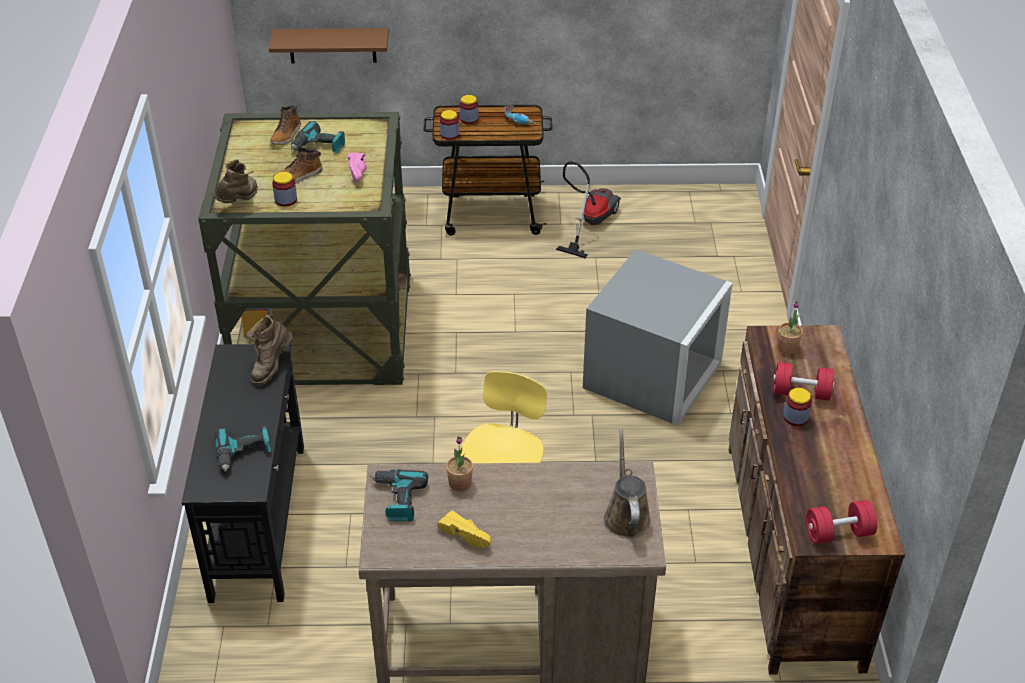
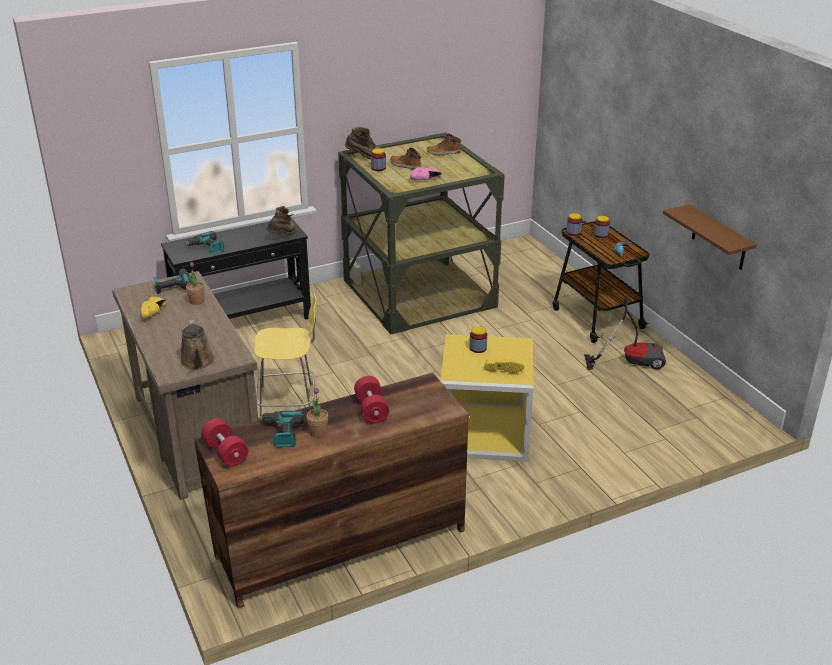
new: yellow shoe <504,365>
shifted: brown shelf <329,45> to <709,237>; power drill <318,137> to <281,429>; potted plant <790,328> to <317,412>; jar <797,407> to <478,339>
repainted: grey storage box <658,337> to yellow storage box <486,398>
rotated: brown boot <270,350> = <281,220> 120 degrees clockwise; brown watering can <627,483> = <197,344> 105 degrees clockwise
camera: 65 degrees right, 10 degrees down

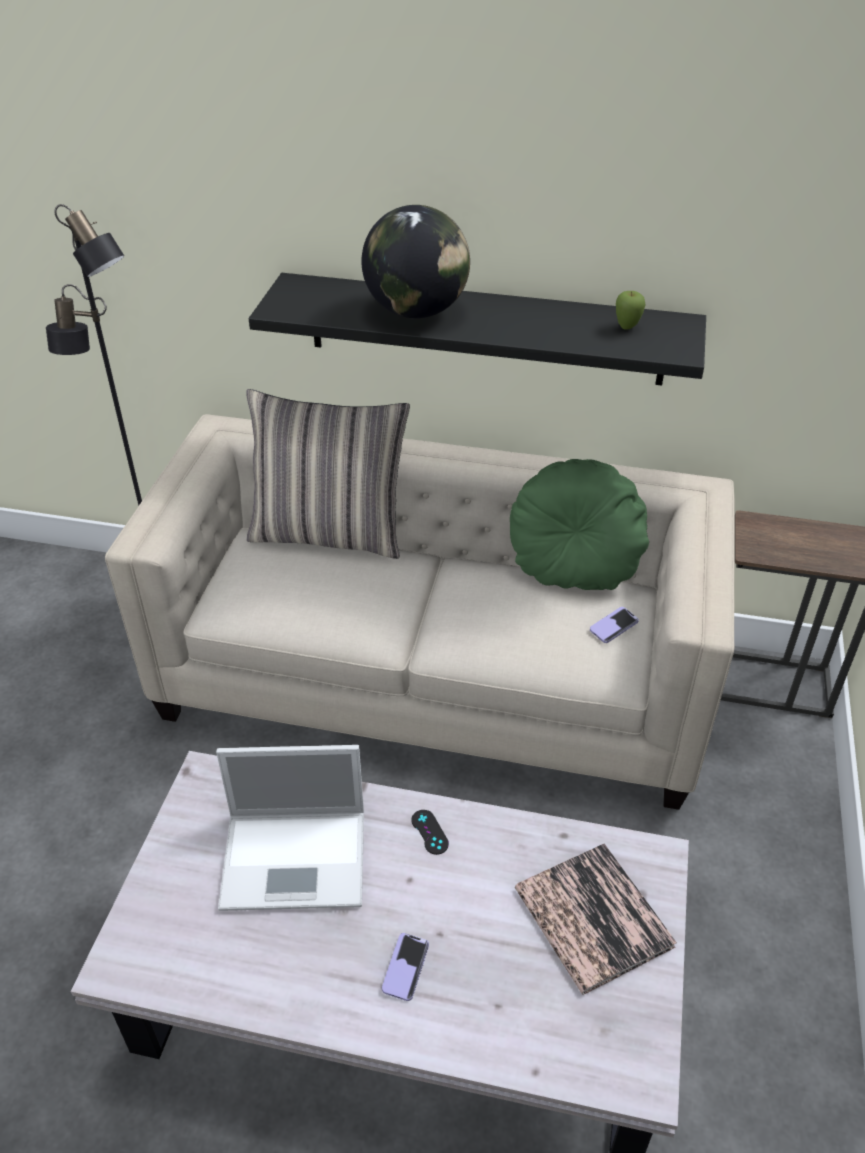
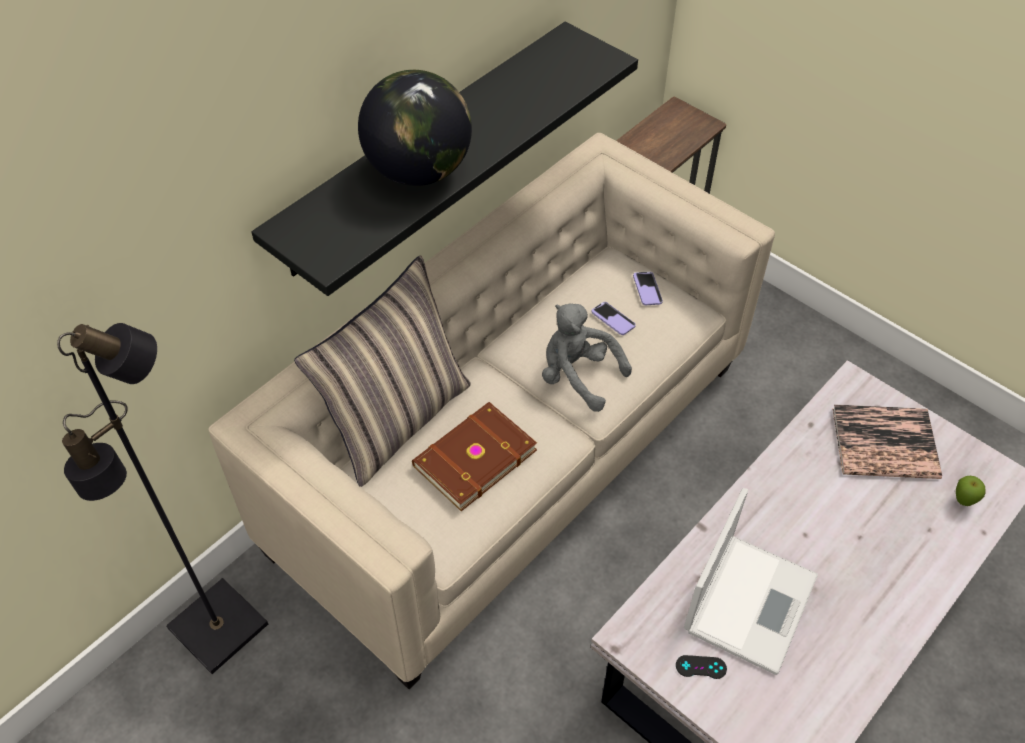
gone: green pillow <579,524>
new: brown book <474,456>; grey plush toy <587,358>
shifted: phone <405,967> to <613,318>; black game controller <430,832> to <701,667>; apple <630,310> to <970,491>
camera: 60 degrees left, 10 degrees up

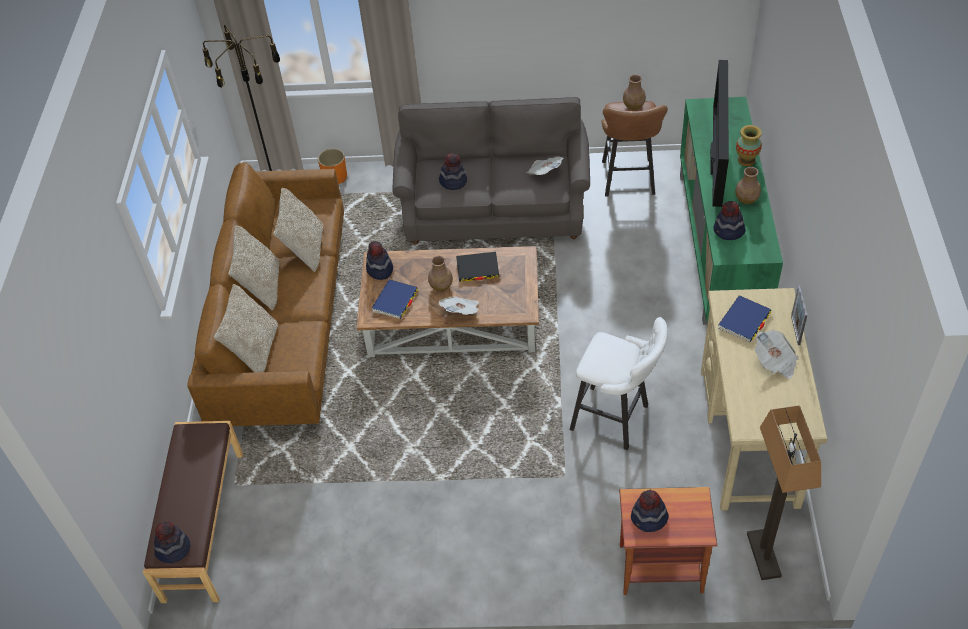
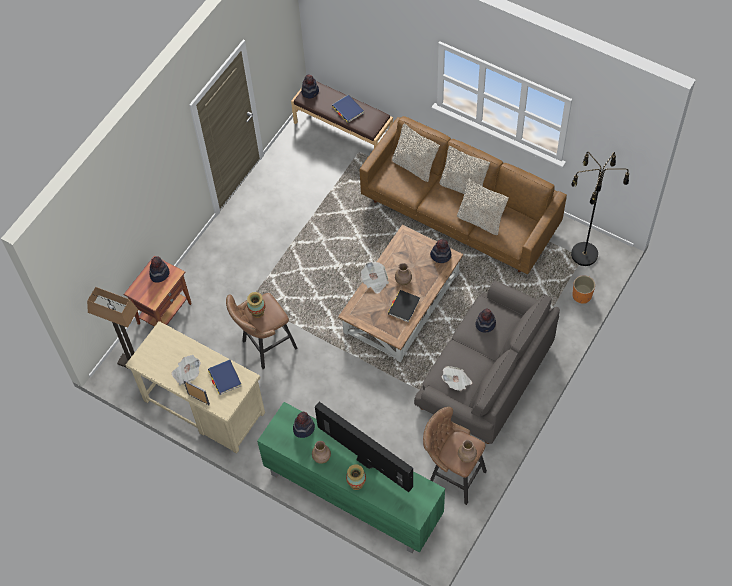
new: vase <256,305>
shifted: blue book <395,299> to <348,109>
repainted: white stool <619,383> to brown stool <262,331>
camera: 120 degrees right, 10 degrees up

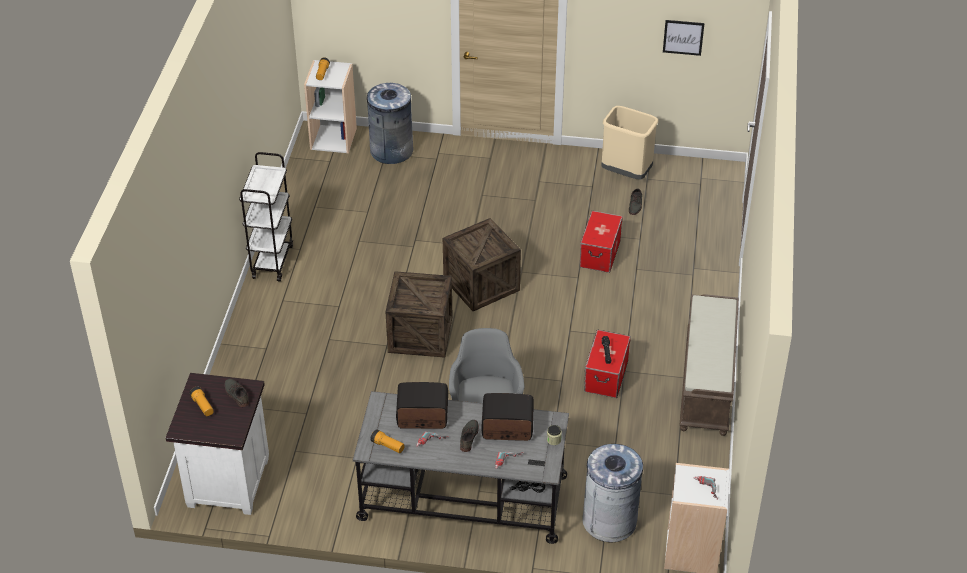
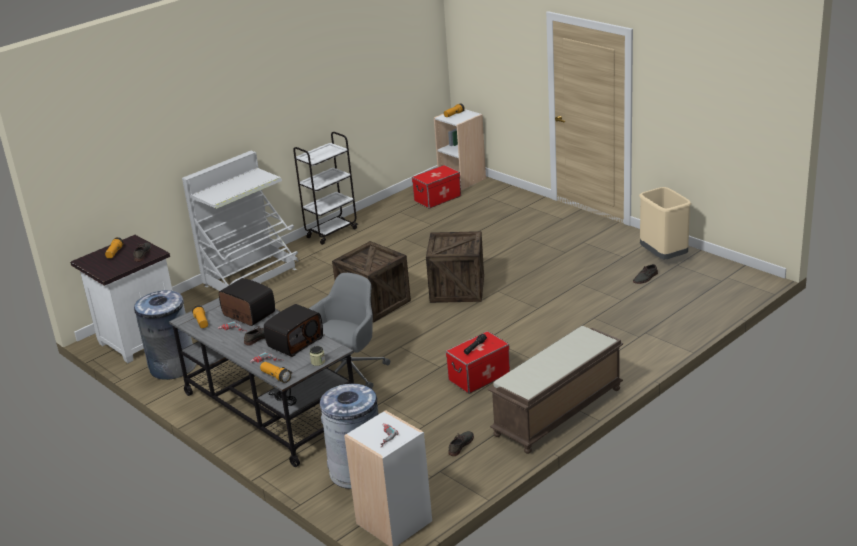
gone: picture <684,38>
new: white shoe rack <240,221>; flashlight <275,372>; grey shoe <461,443>
shifted: grey trash can <390,123> to <165,335>; storage box <601,242> to <436,187>
rotated: radio <507,417> = <293,330> 90 degrees clockwise
camera: 40 degrees right, 15 degrees down

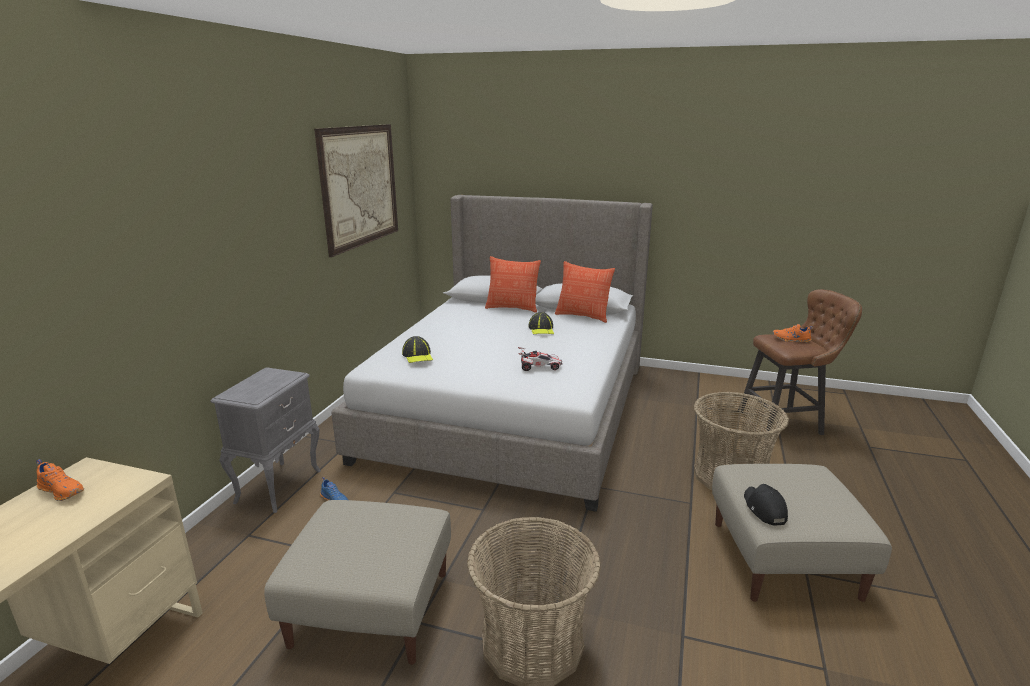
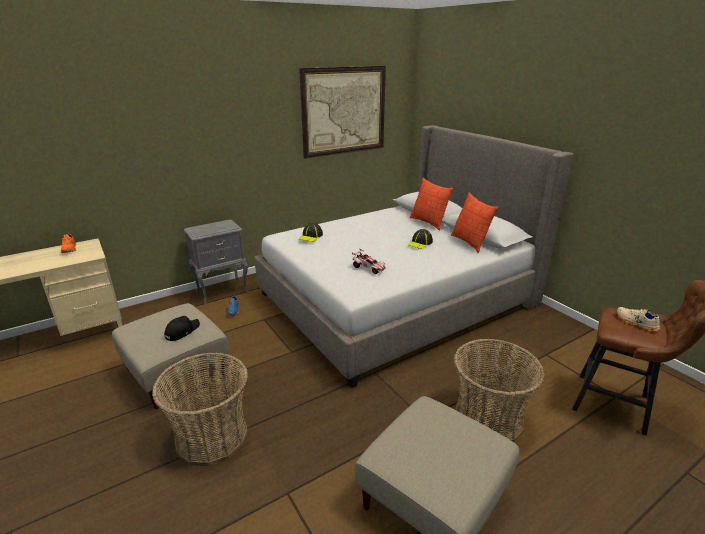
shifted: black cap <766,504> to <182,328>
repainted: orange shoe <793,333> to beige shoe <640,319>
camera: 40 degrees right, 5 degrees up

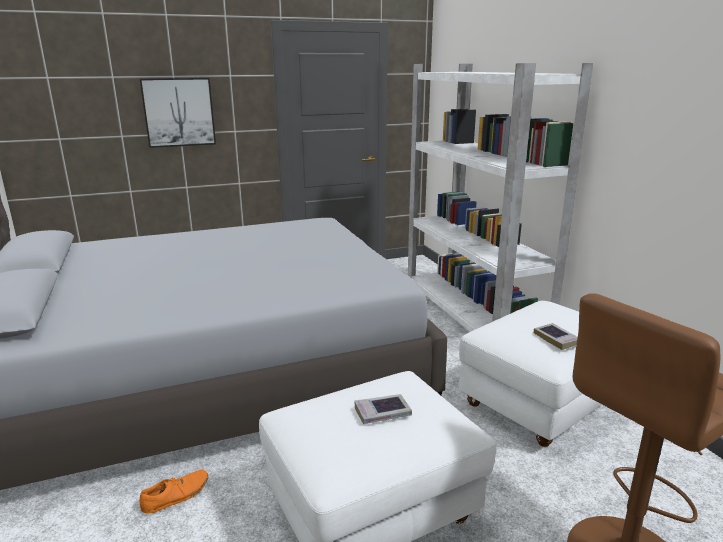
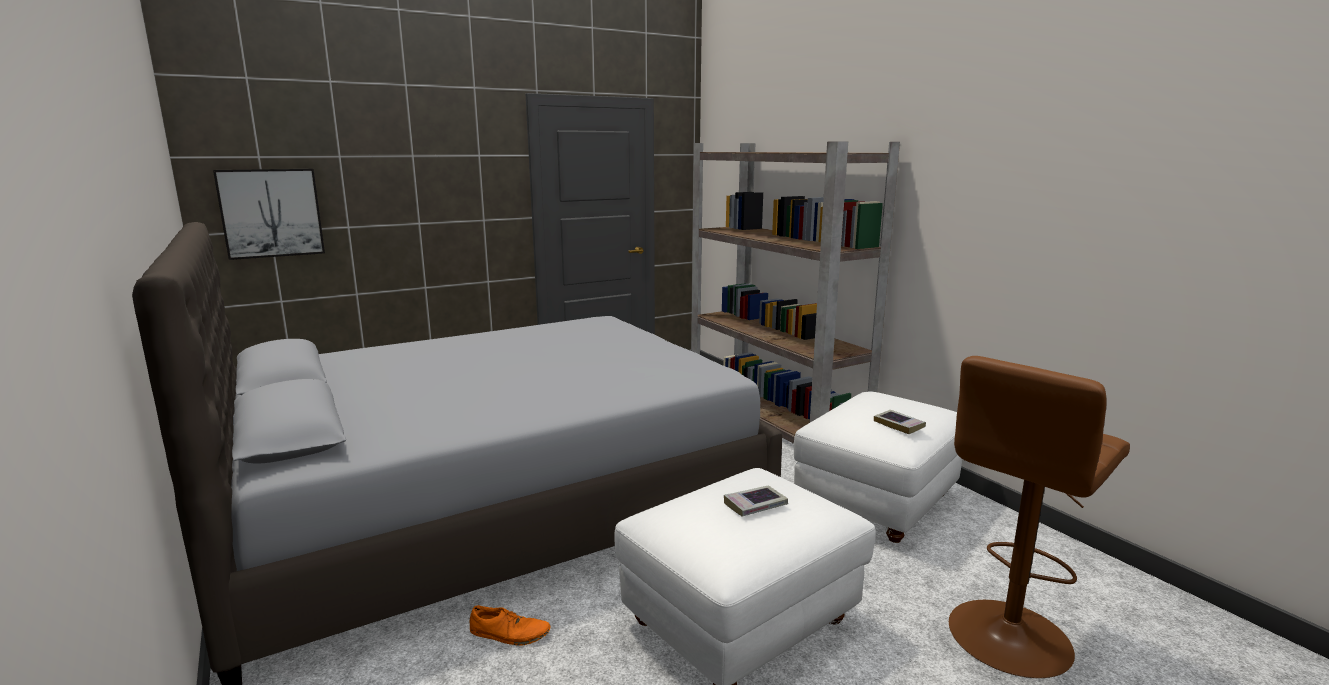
shifted: picture <178,113> to <269,214>
repainted: white bookcase <500,197> to brown bookcase <796,292>
rotated: orange shoe <174,492> = <510,625> 60 degrees clockwise
camera: 10 degrees left, 5 degrees down

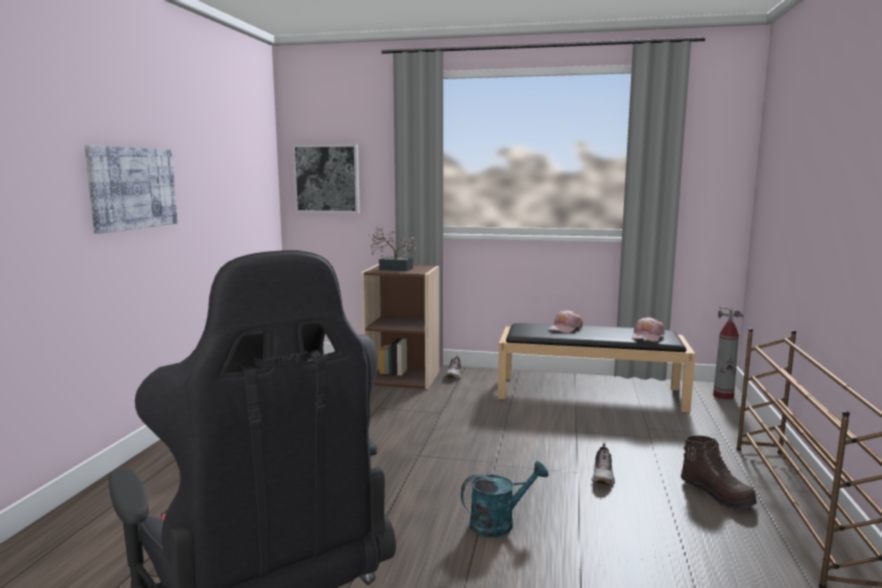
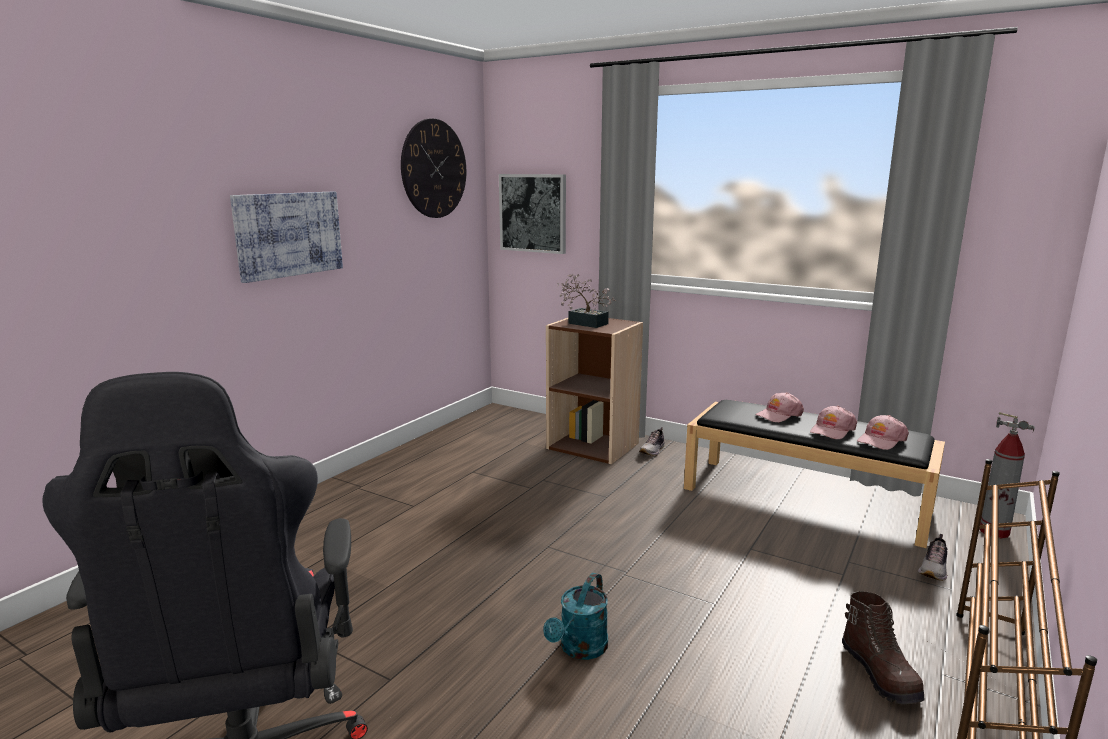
new: wall clock <433,168>; pink cap <833,422>
shifted: shoe <603,464> to <932,557>
rotated: turquoise watering can <505,499> = <575,616> 120 degrees clockwise
camera: 20 degrees right, 5 degrees up

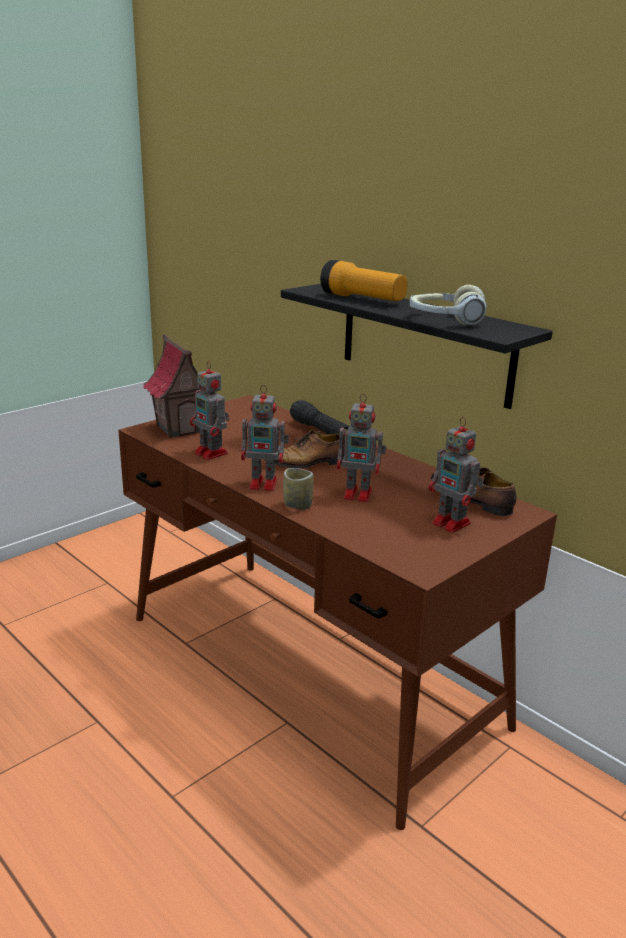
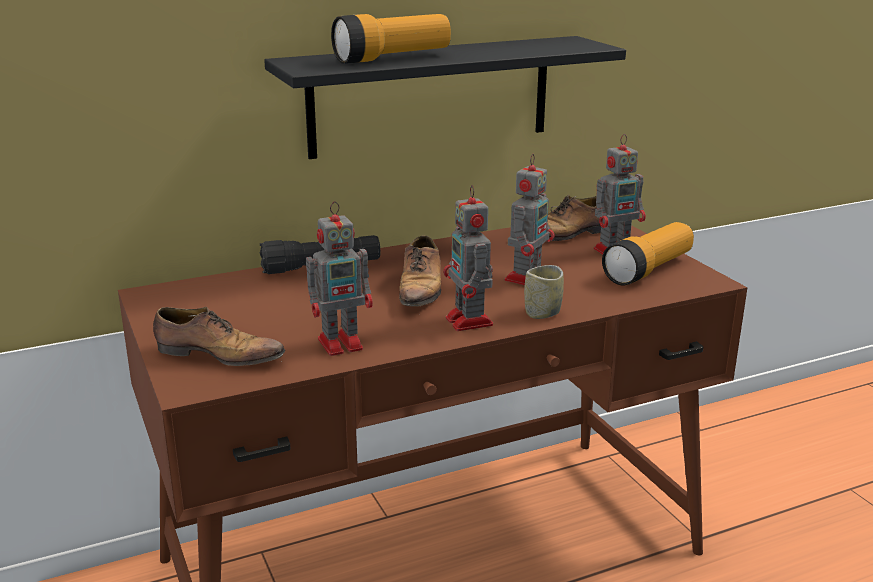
gone: headphones <448,305>
new: flashlight <648,253>
swapped: toy house <171,386> to shoe <219,336>
rotated: toy robot <265,438> = <468,258> 135 degrees clockwise
camera: 70 degrees left, 0 degrees up

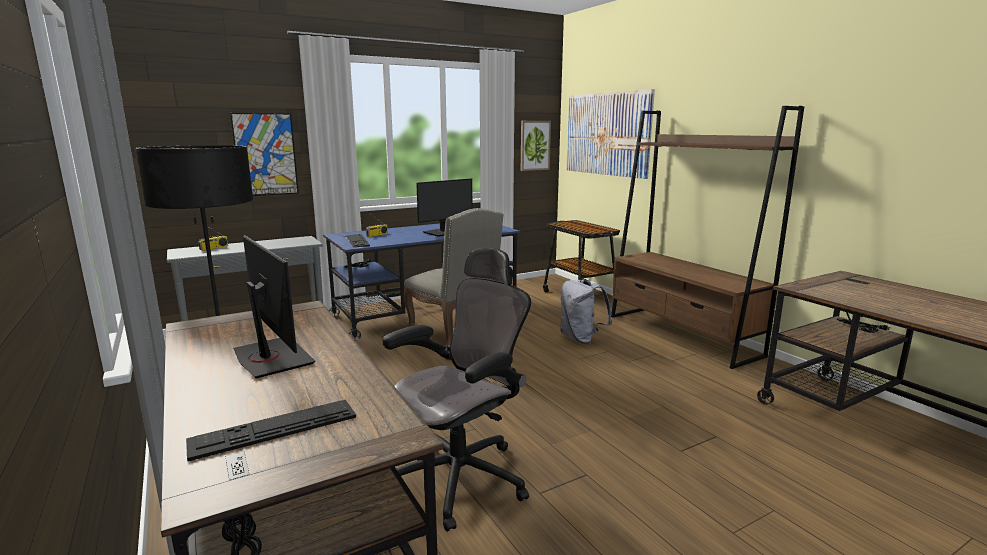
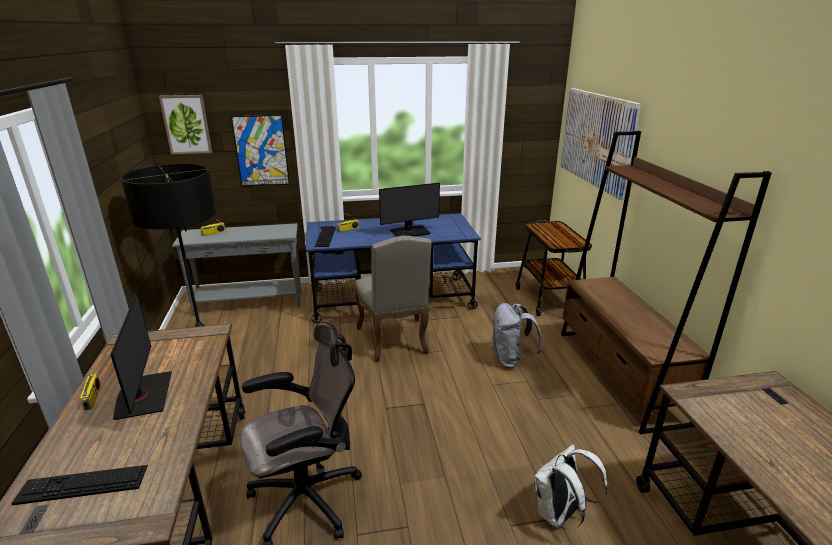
new: radio <88,392>; white backpack <570,487>
shifted: picture <536,146> to <185,124>
camera: 20 degrees right, 10 degrees up

